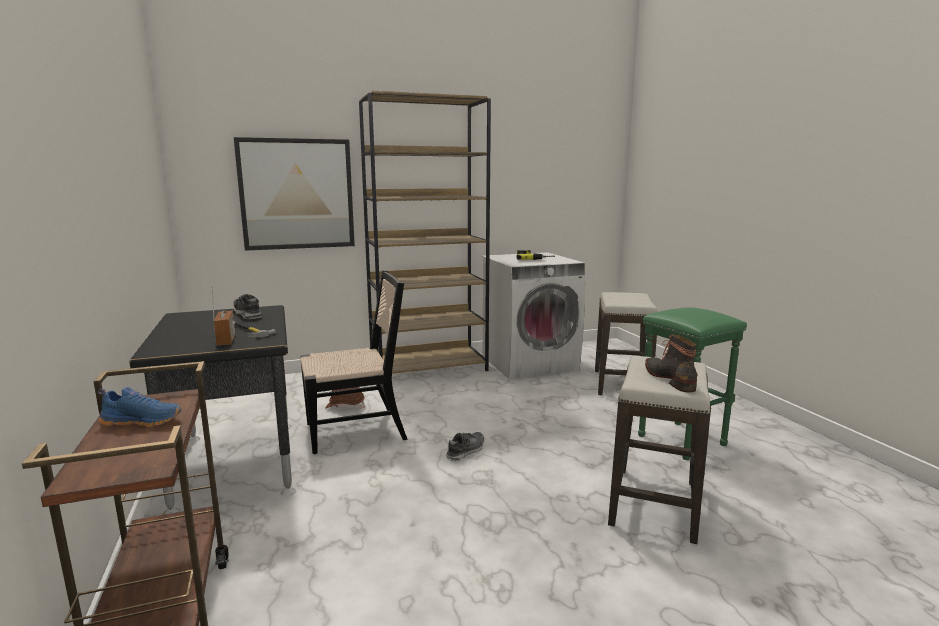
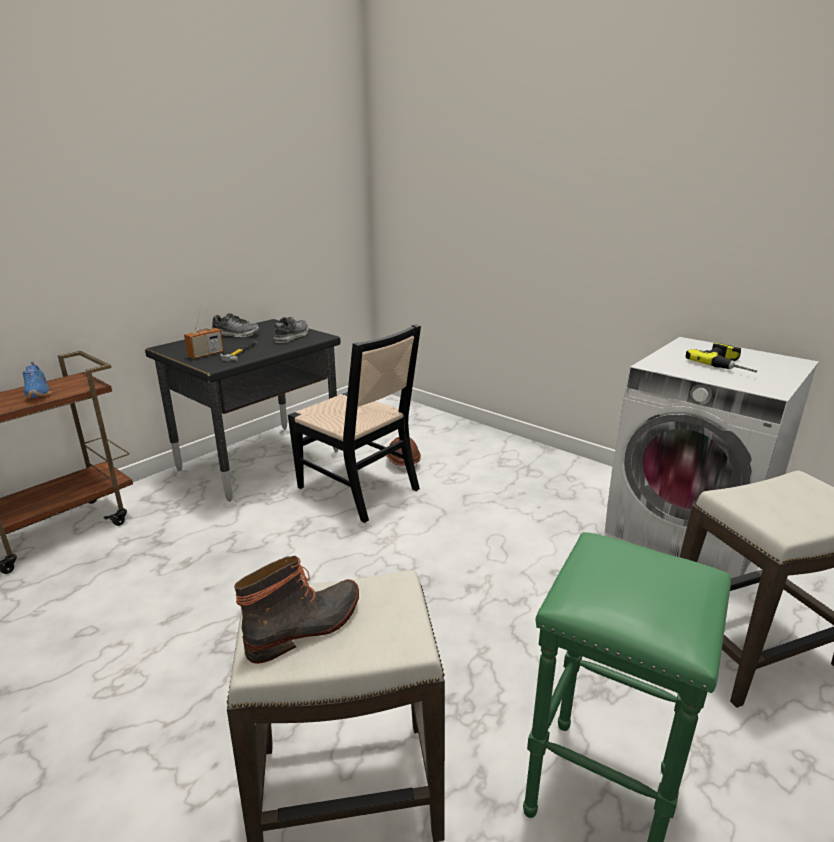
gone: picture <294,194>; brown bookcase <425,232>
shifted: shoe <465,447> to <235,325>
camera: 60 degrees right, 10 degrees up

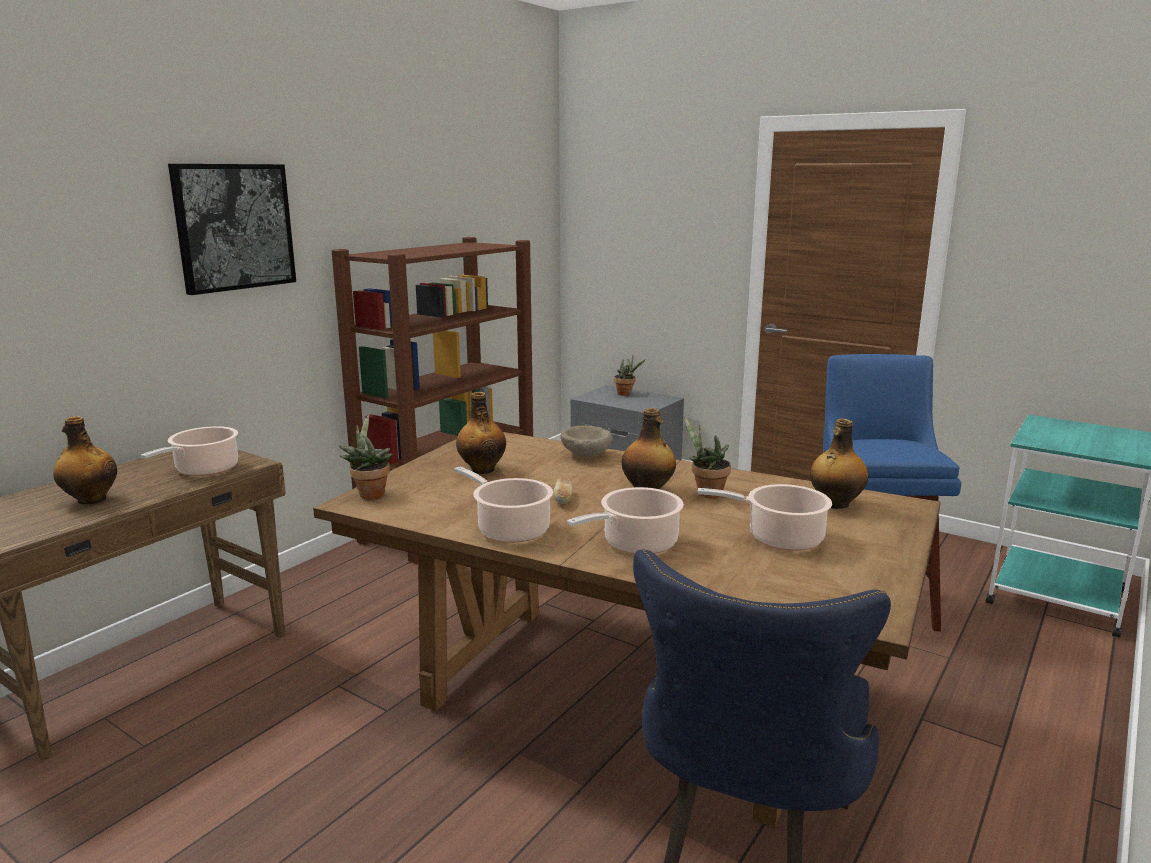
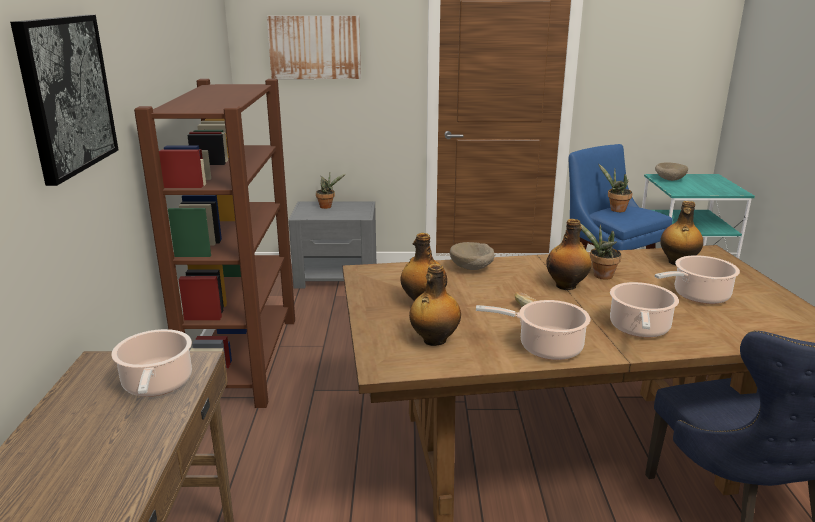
new: picture <314,47>; beige bowl <671,171>
shifted: bottle <85,460> to <435,305>; potted plant <365,457> to <615,188>
camera: 35 degrees left, 5 degrees up

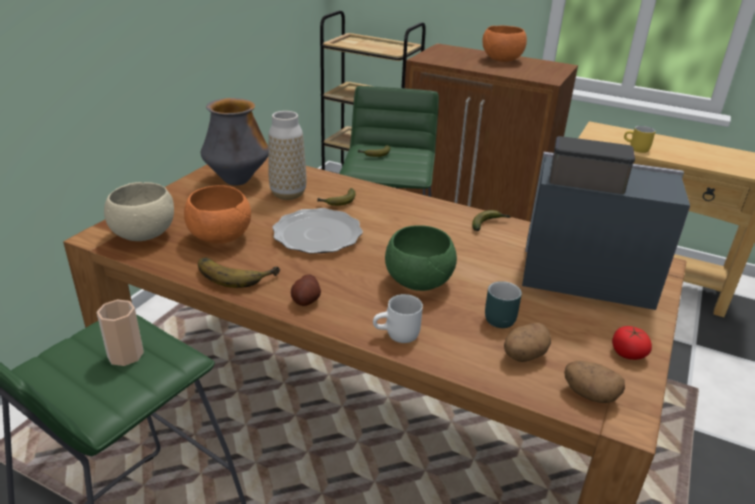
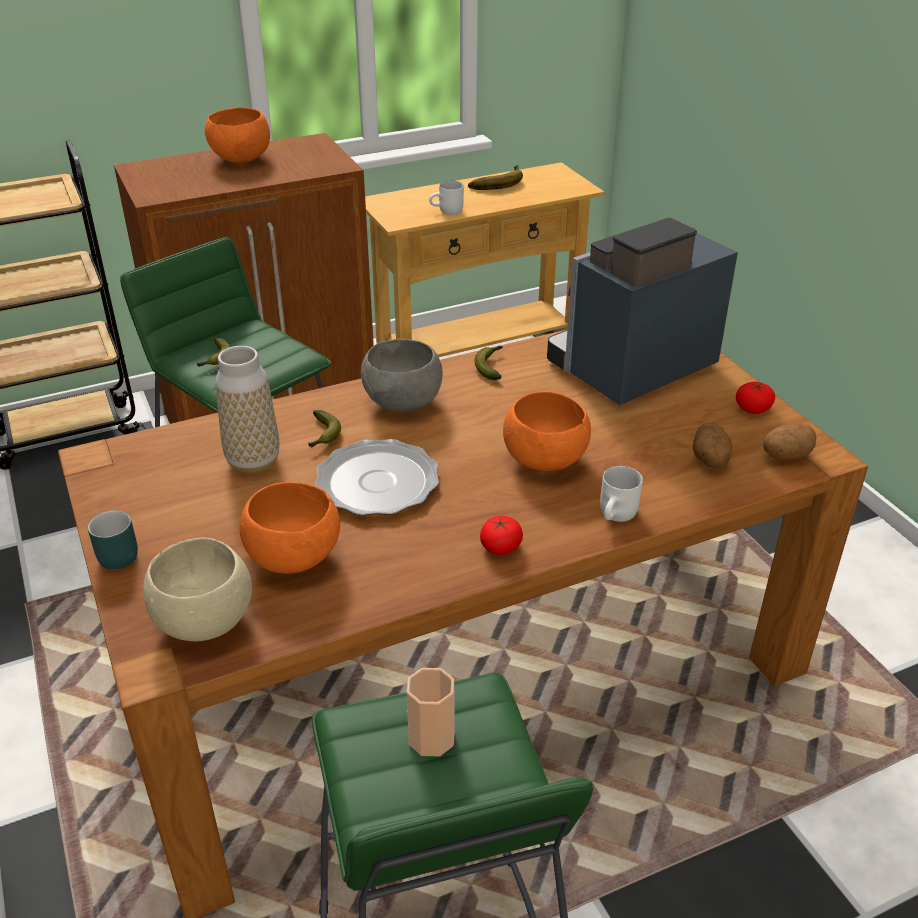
gone: vase <235,142>
new: grey bowl <402,375>
shifted: banana <239,272> to <495,177>; turquoise mug <503,304> to <113,540>
swapped: potato <306,290> to tomato <501,535>
repainted: green bowl <421,258> to orange bowl <547,431>; yellow mug <640,139> to white mug <446,197>
camera: 50 degrees left, 5 degrees up

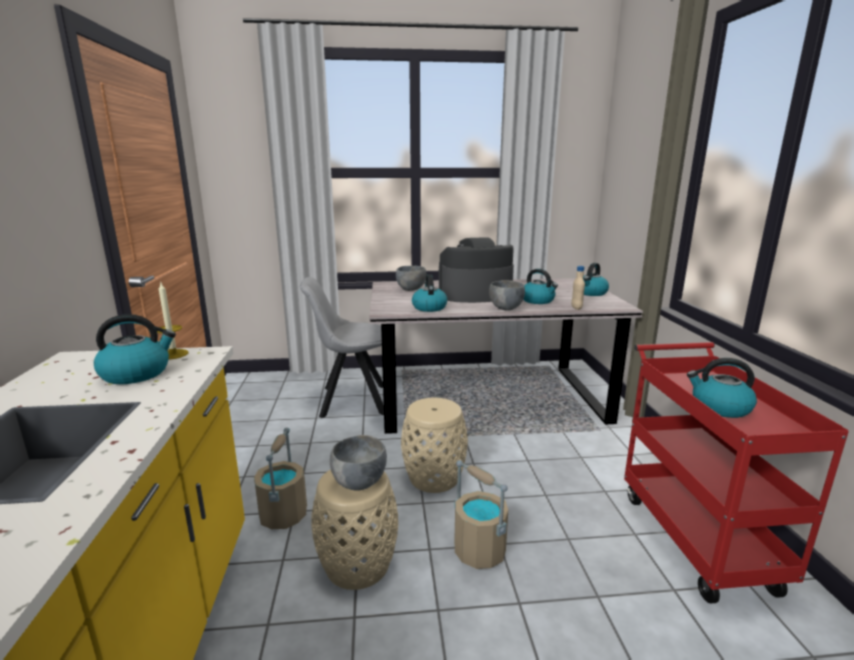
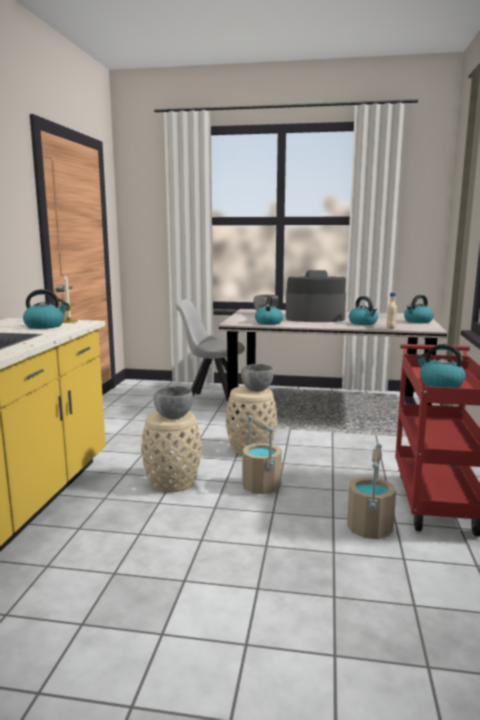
shifted: beige bucket <280,478> to <371,491>; grey bowl <507,295> to <257,378>
camera: 15 degrees right, 5 degrees down

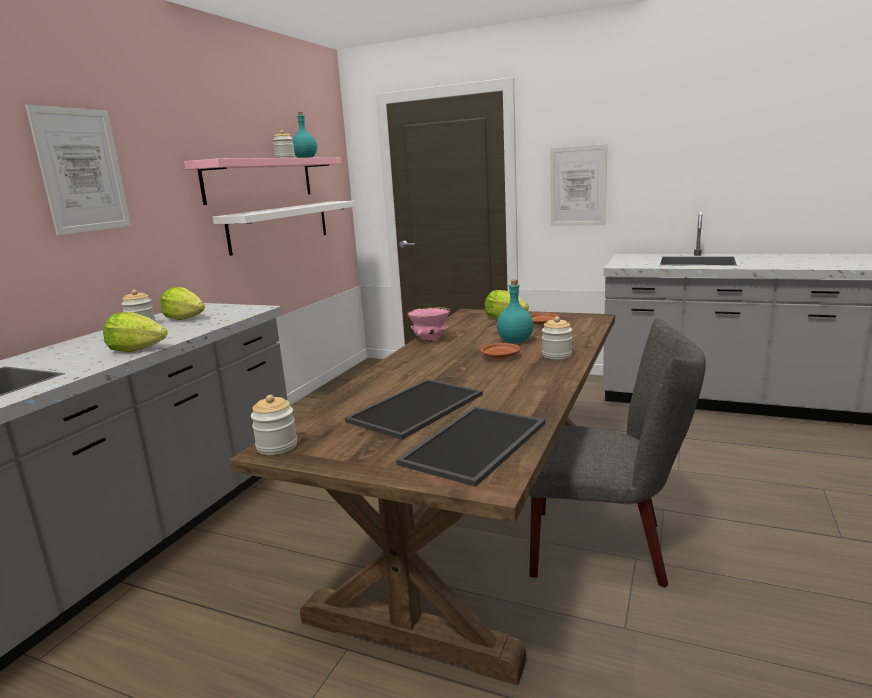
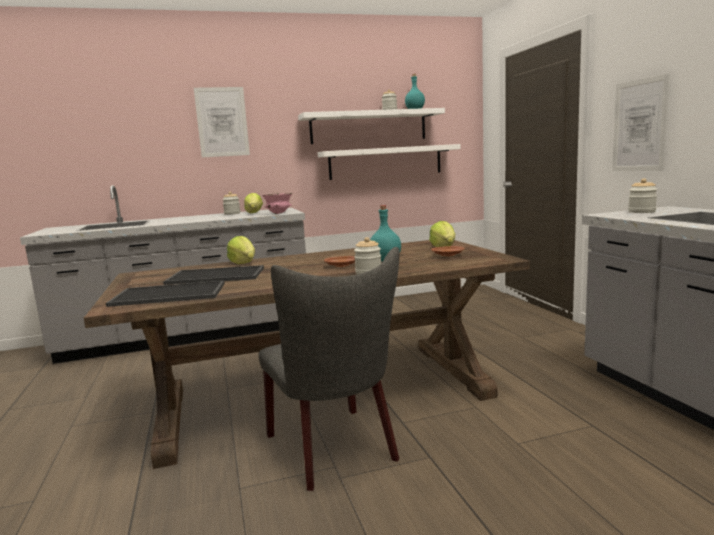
shifted: lettuce <135,332> to <241,250>; jar <274,425> to <642,195>; pink bowl <429,324> to <277,203>
repainted: pink shelf <262,181> to white shelf <371,126>
camera: 50 degrees right, 5 degrees down

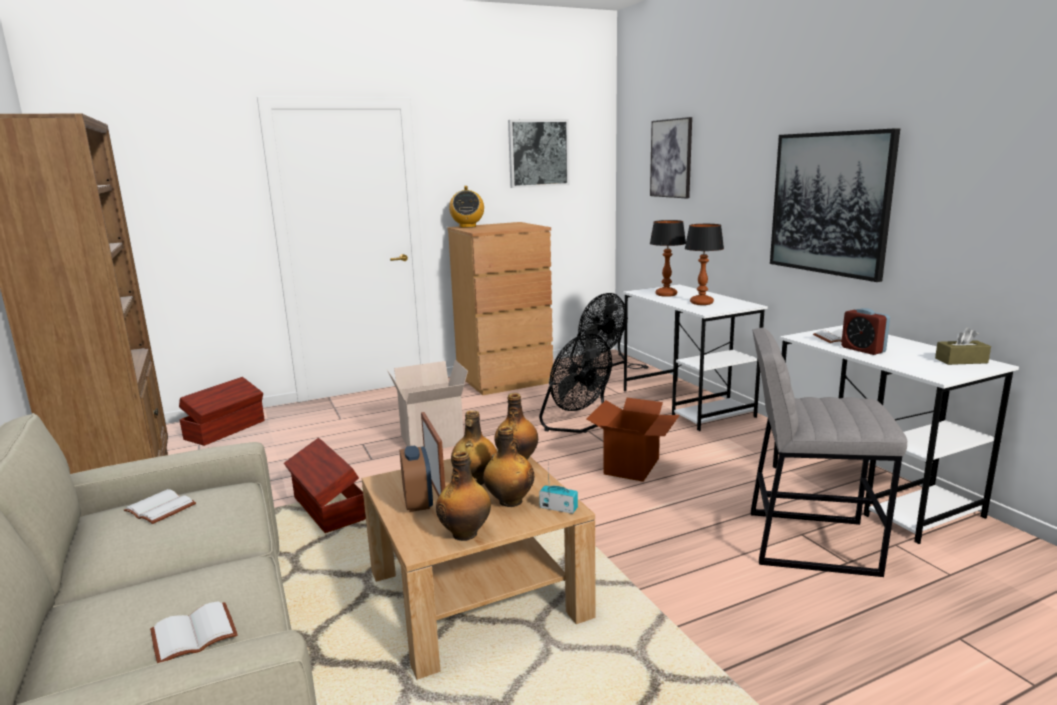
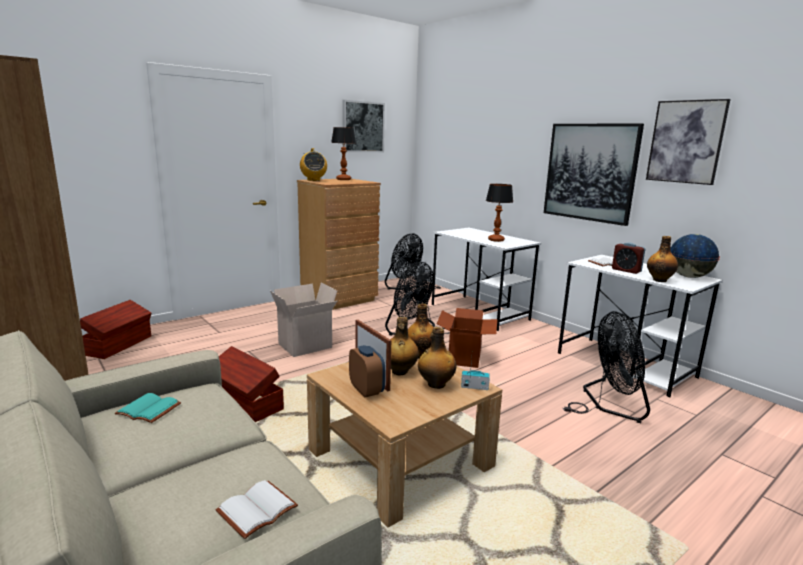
shifted: bottle <463,496> to <662,259>; picture <671,157> to <688,142>; table lamp <668,258> to <343,153>
swapped: grey chair <829,452> to black fan <606,367>; brown tissue box <963,346> to globe <695,256>
repainted: white book <160,506> to turquoise book <148,408>
camera: 15 degrees left, 0 degrees up

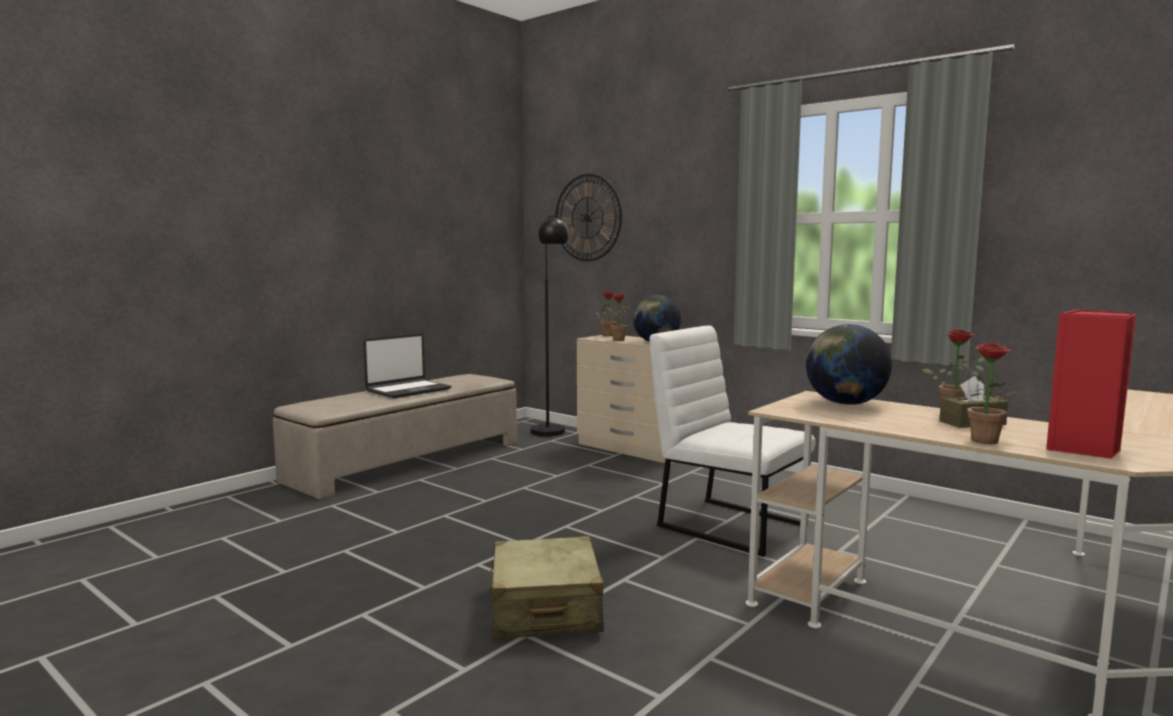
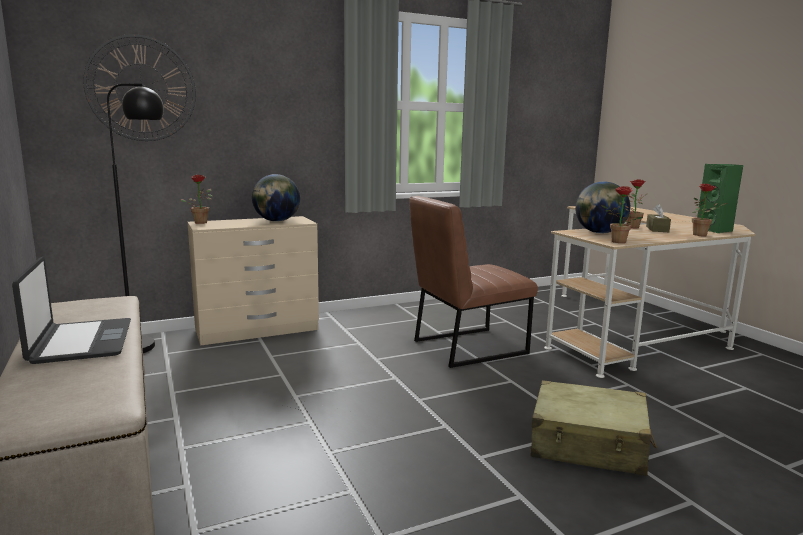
shifted: potted plant <618,317> to <622,214>
repainted: white chair <732,441> to brown chair <473,282>; red speaker <1091,384> to green speaker <720,198>
camera: 65 degrees left, 5 degrees up

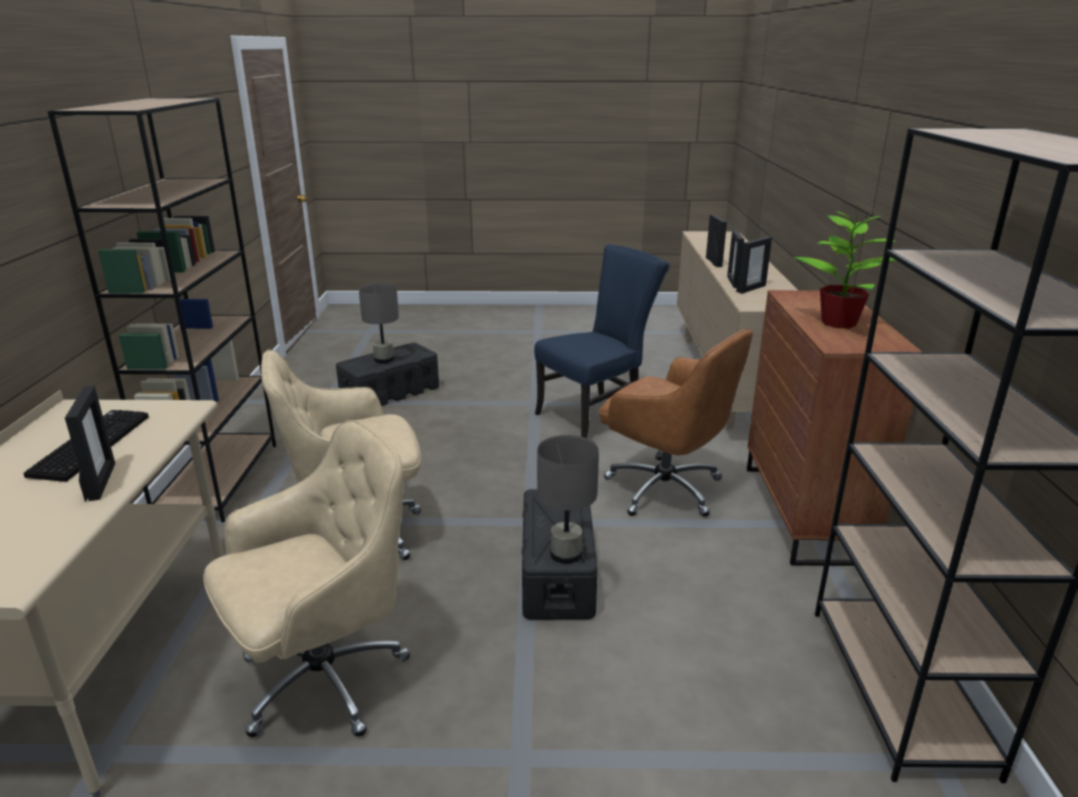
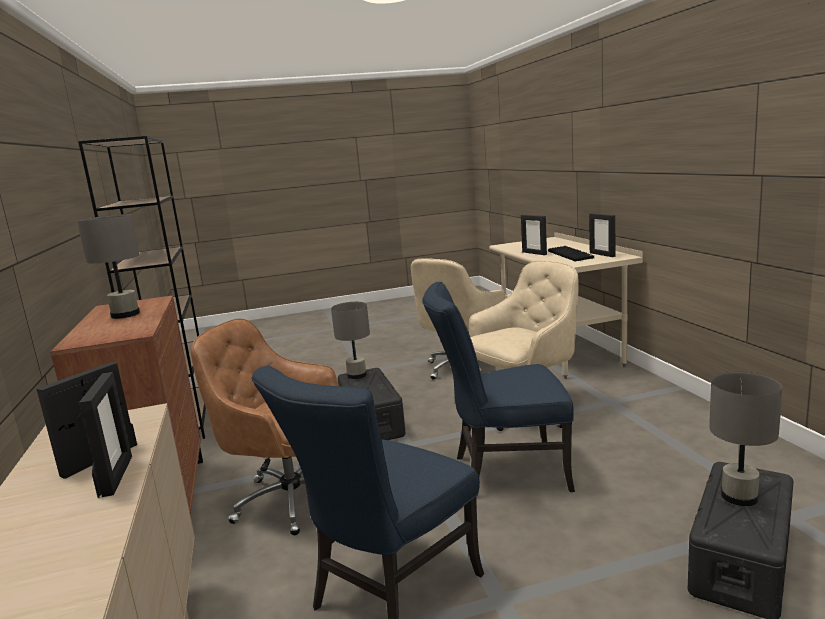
gone: beige bookcase <162,310>
new: blue chair <498,387>
shifted: picture frame <716,240> to <602,235>
swapped: potted plant <845,268> to grey table lamp <108,266>
camera: 165 degrees right, 10 degrees down

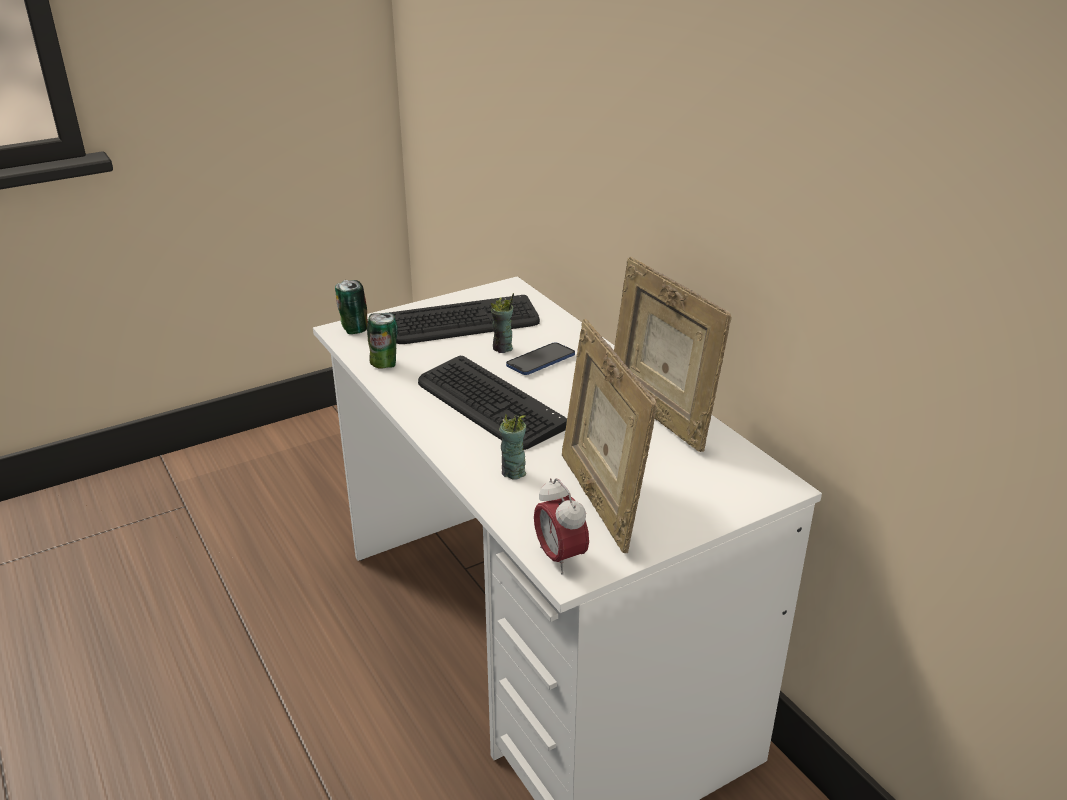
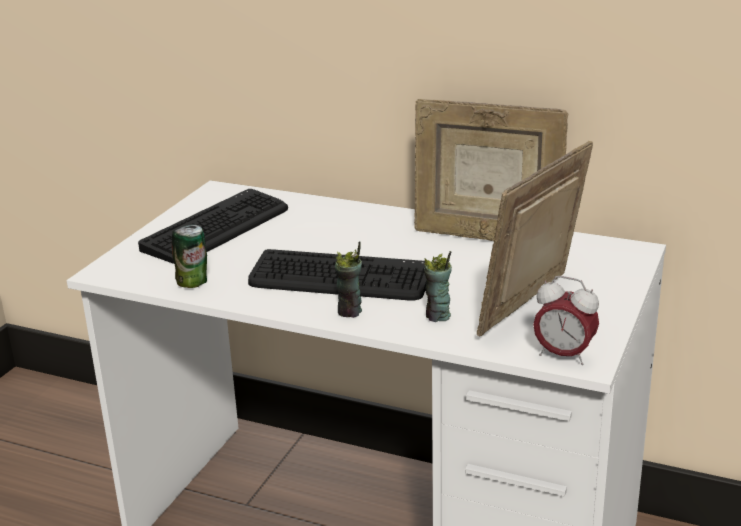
gone: can <351,307>; phone <540,359>
shifted: cup <502,323> to <348,279>
rotated: picture frame <609,436> = <535,238> 90 degrees clockwise
camera: 35 degrees left, 5 degrees down

